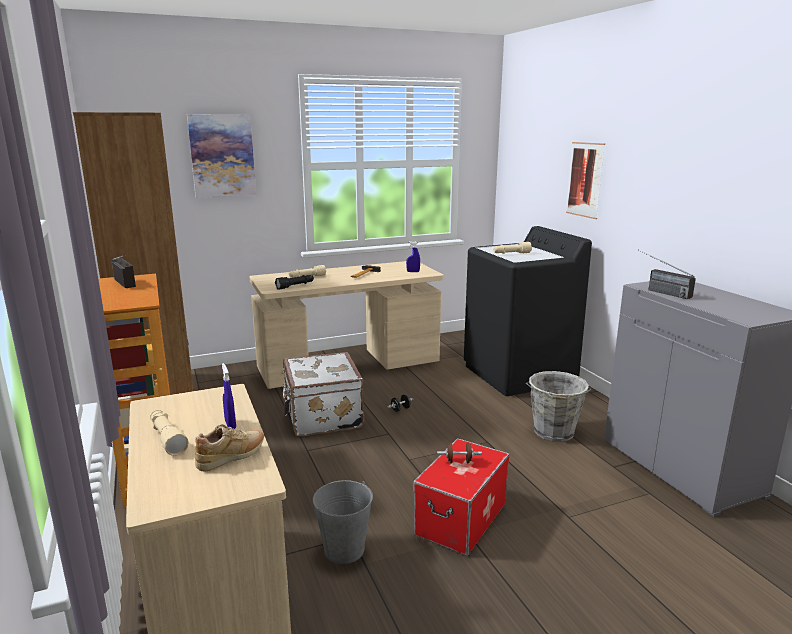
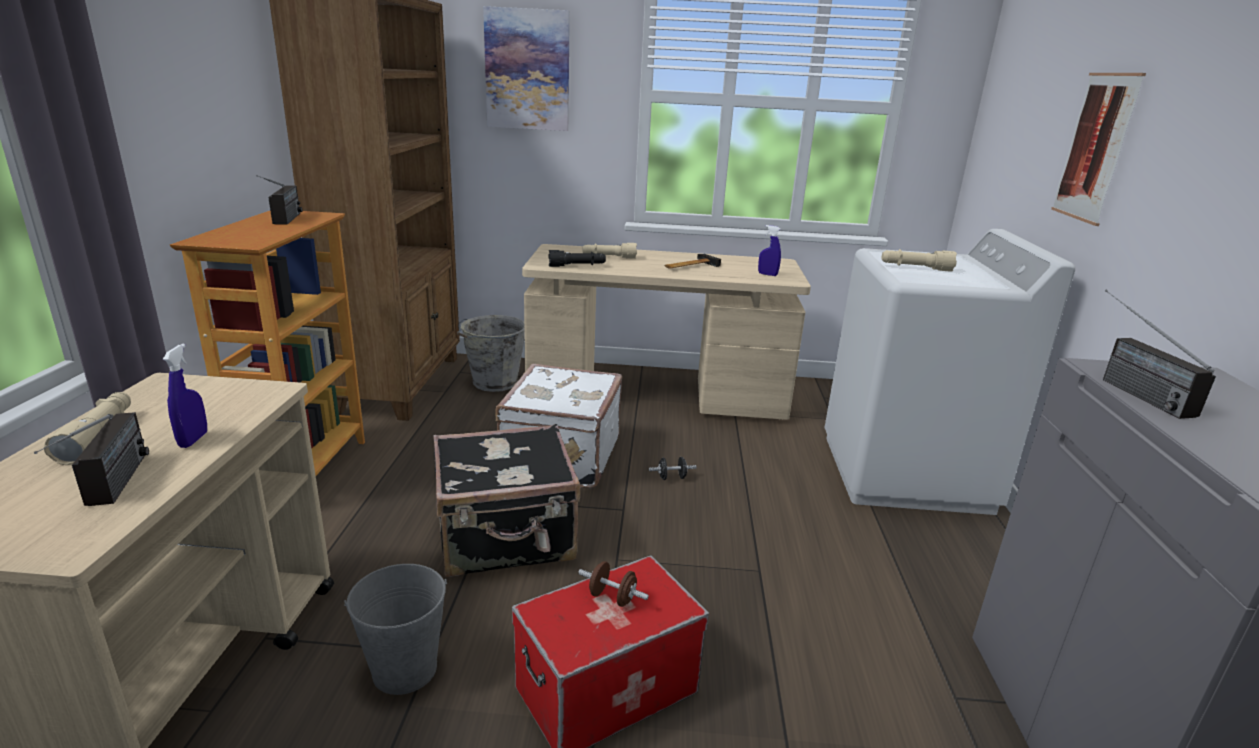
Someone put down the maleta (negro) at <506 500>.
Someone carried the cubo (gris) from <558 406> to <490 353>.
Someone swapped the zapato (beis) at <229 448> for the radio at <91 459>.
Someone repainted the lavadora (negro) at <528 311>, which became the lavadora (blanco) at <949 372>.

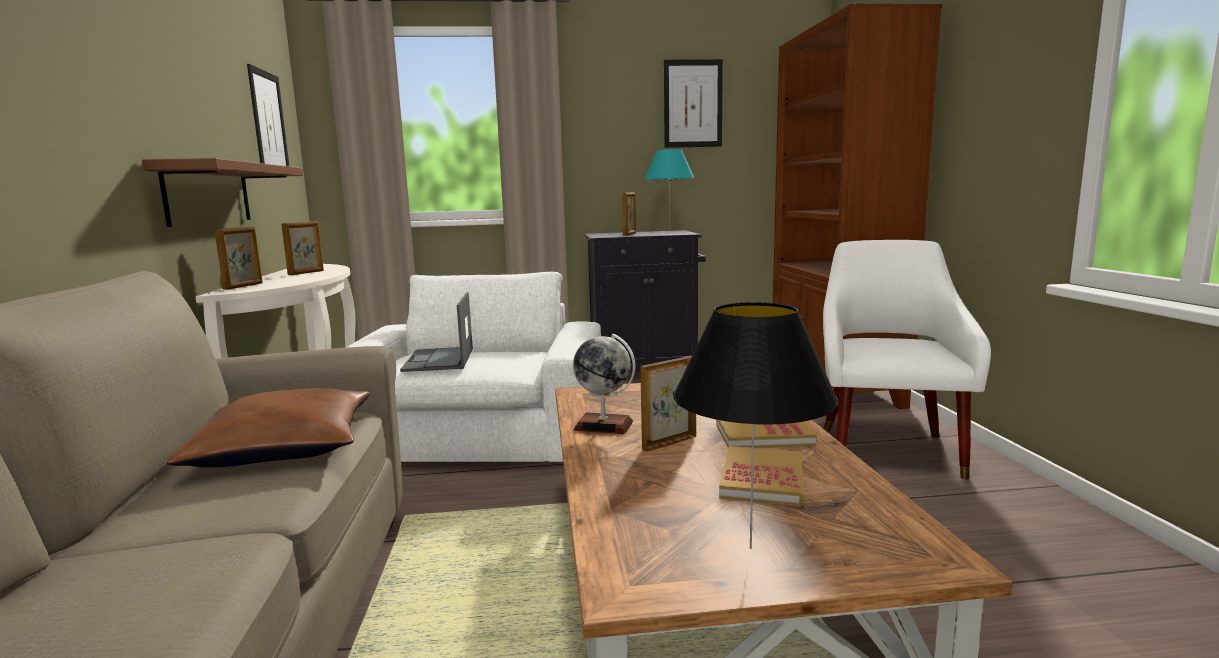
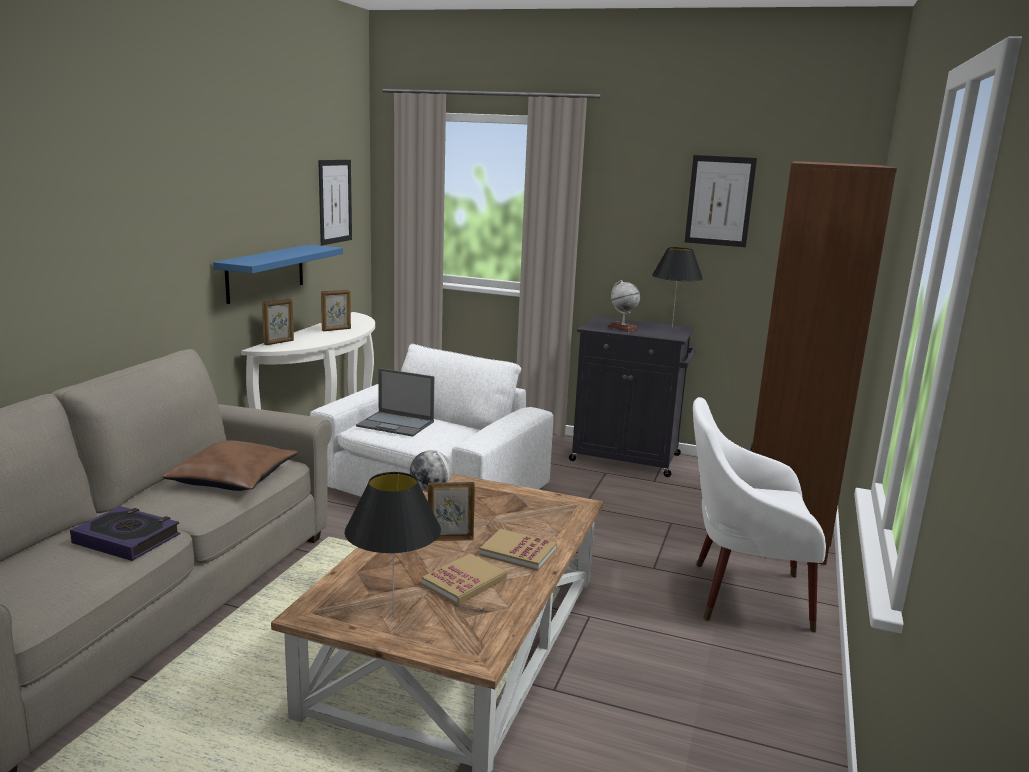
Someone put down the libro at <125 533>.
Someone swapped the portarretratos at <629 214> for the globo terráqueo at <623 306>.
Someone repainted the estante (marrón) at <222 192>, which became the estante (azul) at <278 274>.
Someone repainted the lámpara de mesa (turquesa) at <670 184>, which became the lámpara de mesa (negro) at <677 287>.
Someone rotated the portátil at <436 332> by 90 degrees counterclockwise.
Someone rotated the sillón (blanco) at <907 360> by 120 degrees counterclockwise.

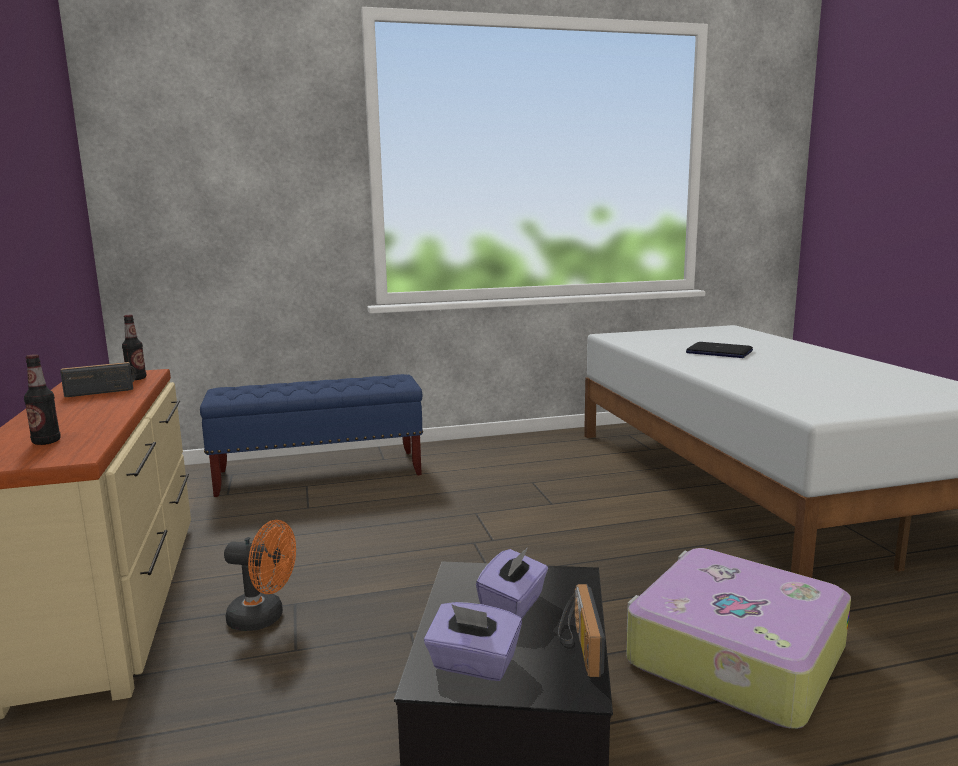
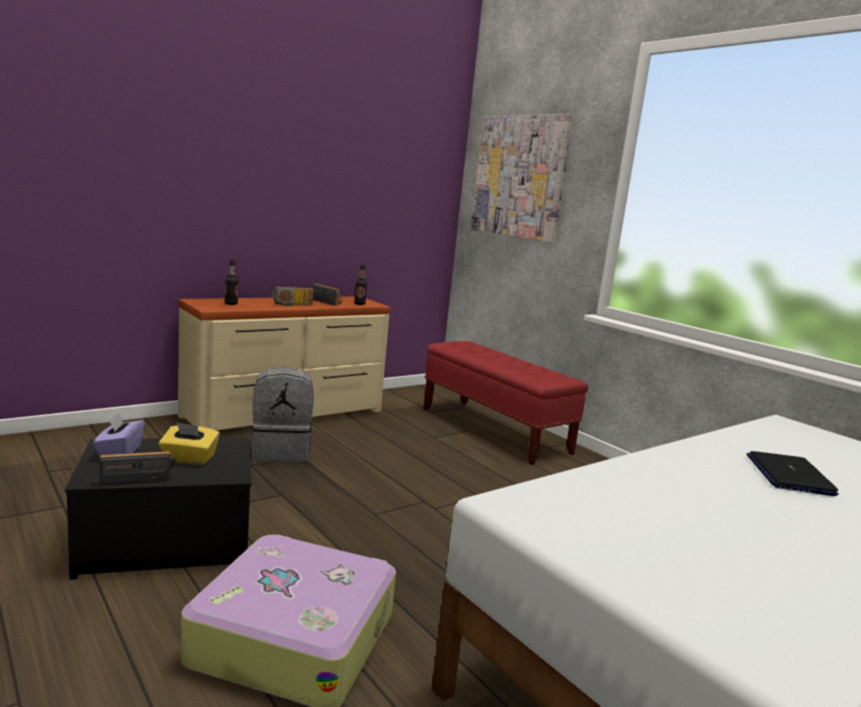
Someone put down the radio at <293 296>.
Someone put up the cuadro at <522 177>.
Someone swapped the ventilador (naranja) at <260 575> for the mochila (gris) at <282 414>.
Someone repainted the banco (azul) at <311 435>, which became the banco (rojo) at <505 403>.
Someone repainted the caja de pañuelos (morado) at <512 582>, which became the caja de pañuelos (amarillo) at <189 443>.

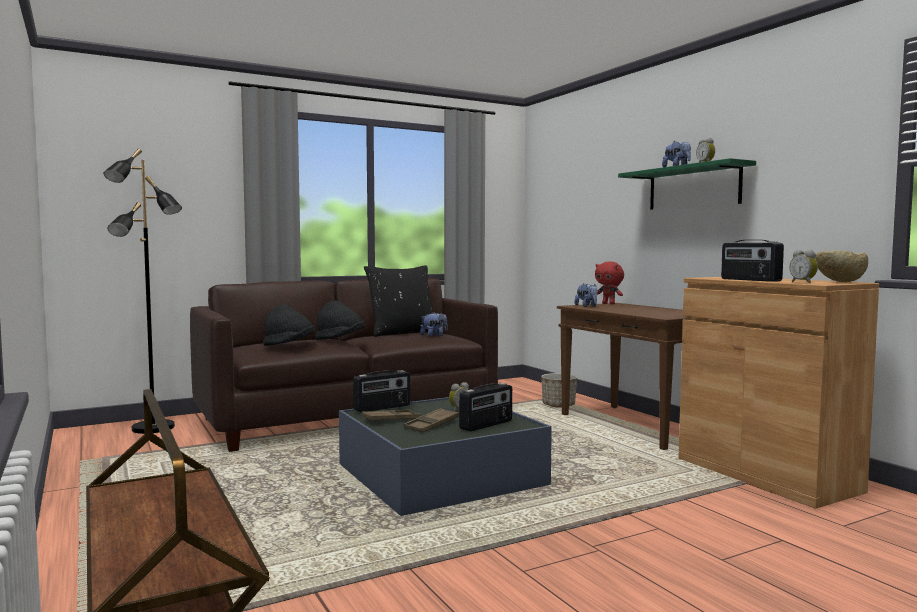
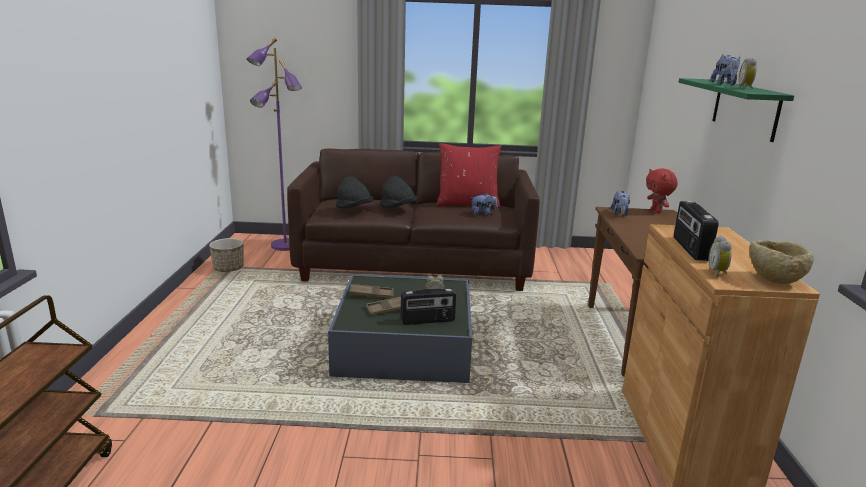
Someone took away the radio at <381 391>.
Someone carried the maceta from <559 390> to <226 255>.
Someone repainted the lámpara de pie (negro) at <143 291>, which became the lámpara de pie (morado) at <274 144>.
Someone repainted the cojín (negro) at <401 301>, which became the cojín (rojo) at <469 175>.

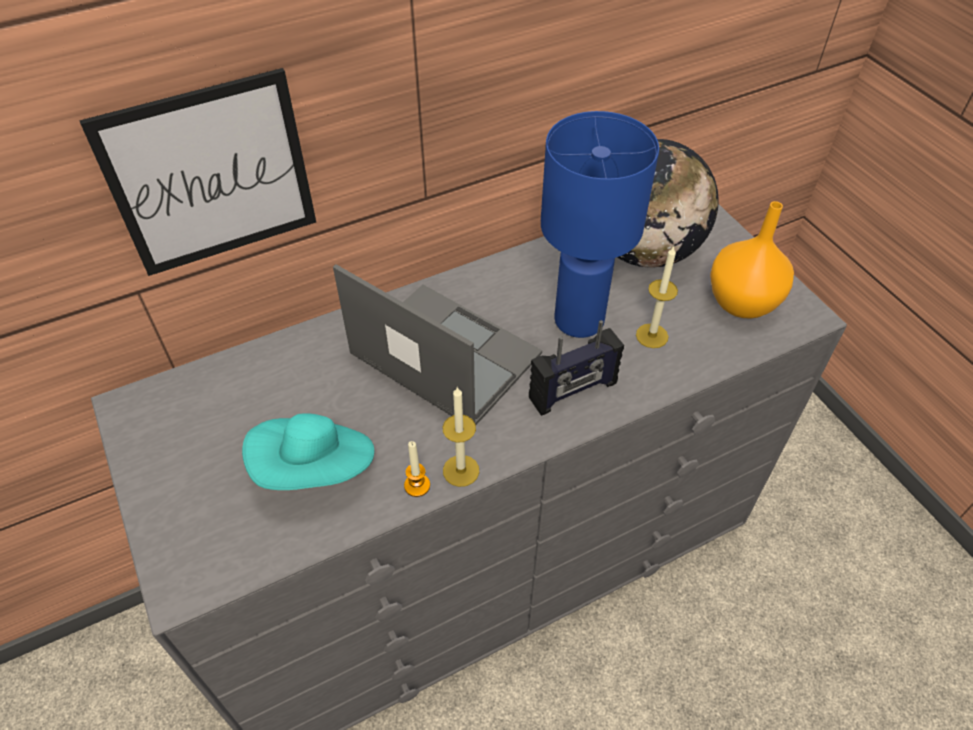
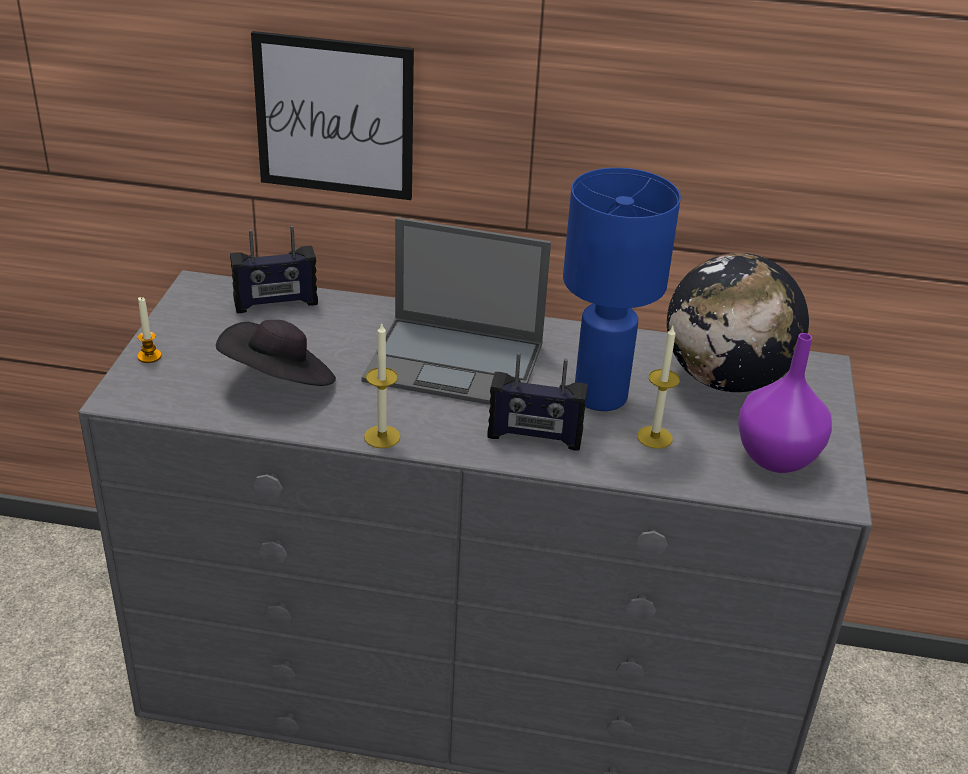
Someone put down the radio at <274 269>.
Someone carried the vela from <417 469> to <149 330>.
Someone repainted the sombrero (turquesa) at <308 451>, which became the sombrero (negro) at <276 353>.
Someone repainted the florero (naranja) at <752 260>, which became the florero (morado) at <785 403>.
Someone rotated the portátil at <437 344> by 120 degrees clockwise.

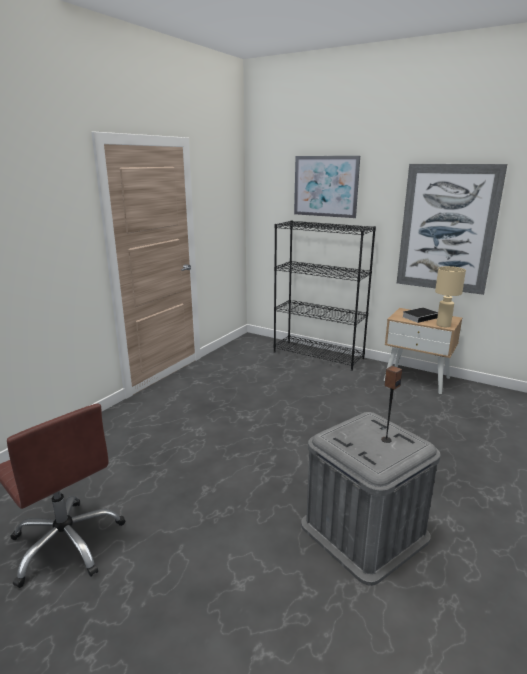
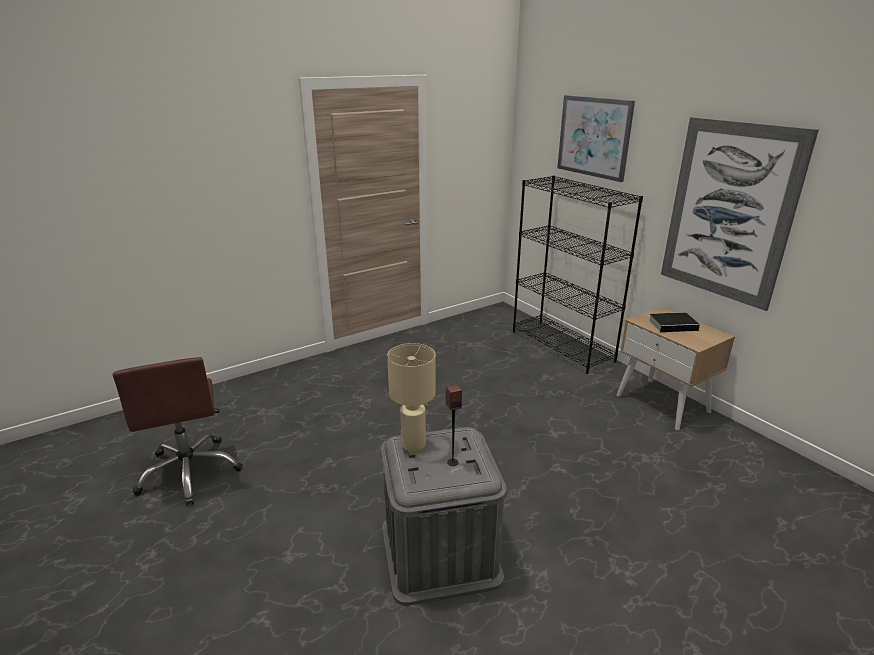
Someone carried the lámpara de mesa (beis) from <450 296> to <411 397>.

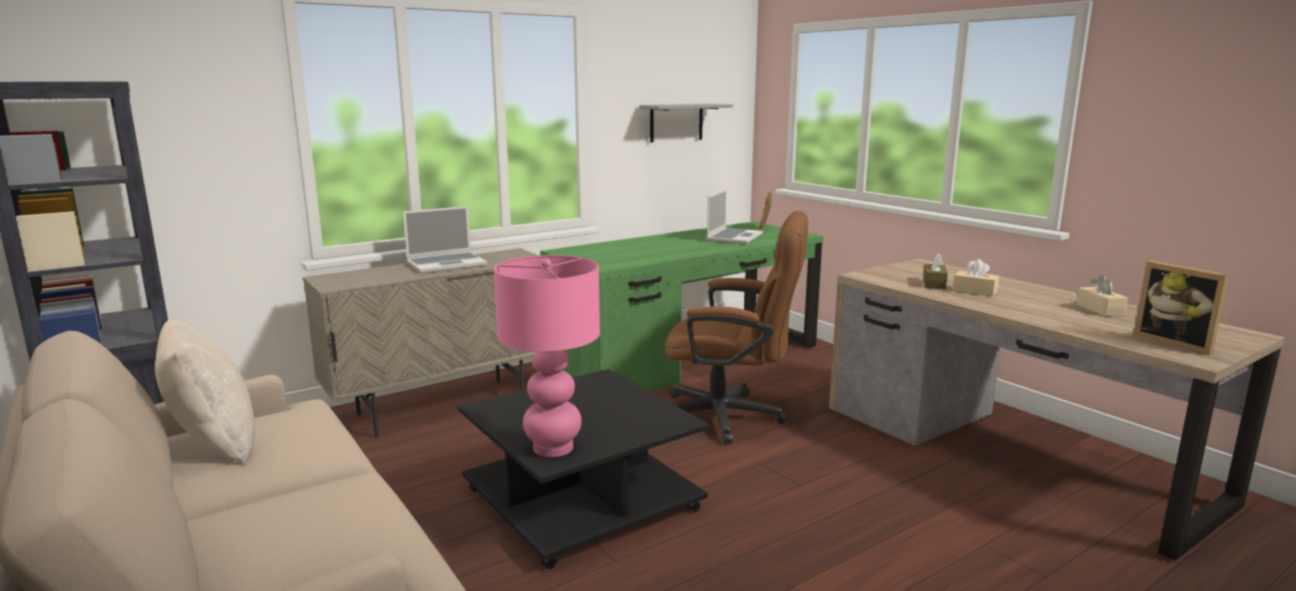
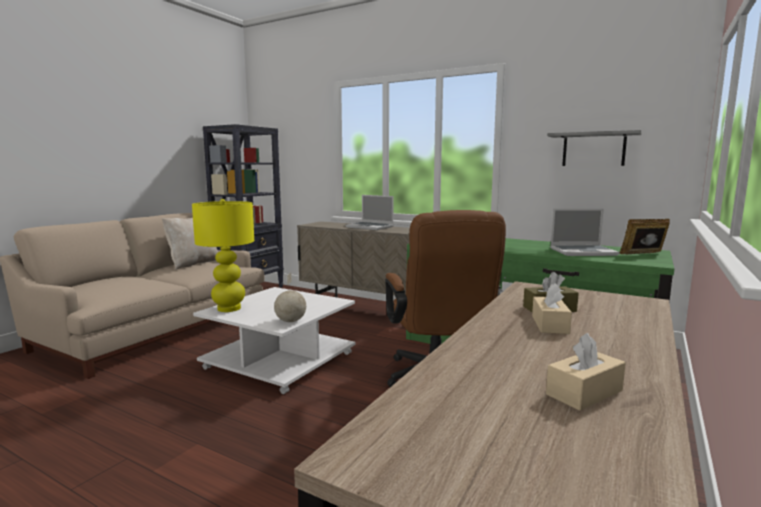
Someone took away the portarretratos at <1181 308>.
Someone put down the globo terráqueo at <290 297>.
Someone repainted the mesa de centro (negro) at <583 469>, which became the mesa de centro (blanco) at <274 340>.
Someone repainted the lámpara de mesa (rosa) at <547 356>, which became the lámpara de mesa (amarillo) at <223 255>.

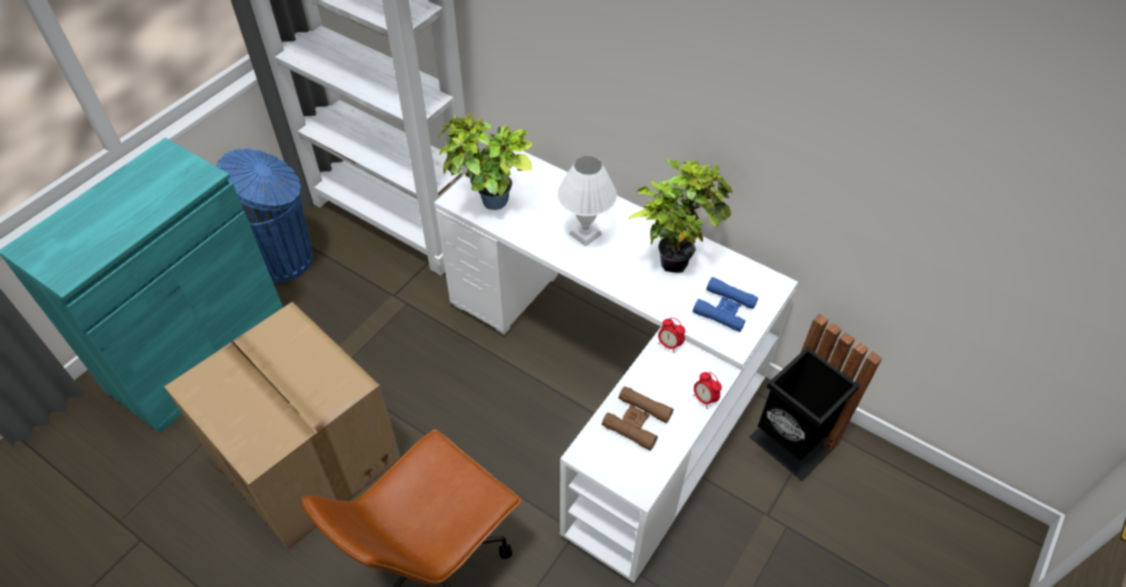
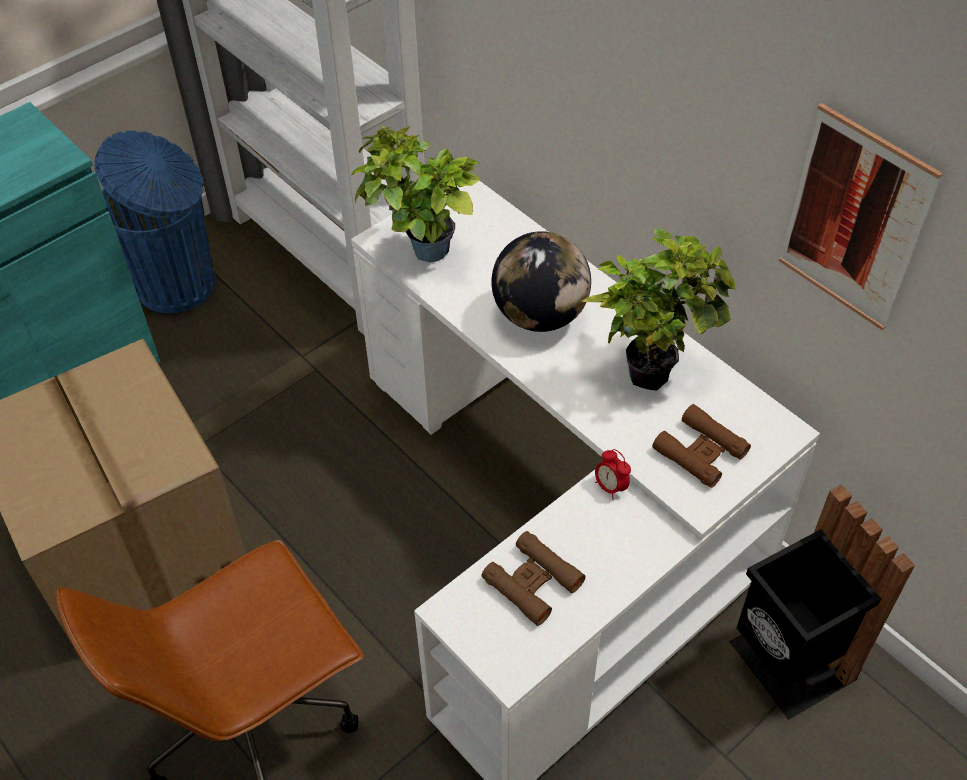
Someone took away the despertador at <707 390>.
Someone put up the cuadro at <861 216>.
Someone swapped the lámpara de mesa (blanco) at <587 201> for the globo terráqueo at <541 281>.
Someone repainted the prismáticos (azul) at <725 304>, which became the prismáticos (marrón) at <701 446>.

